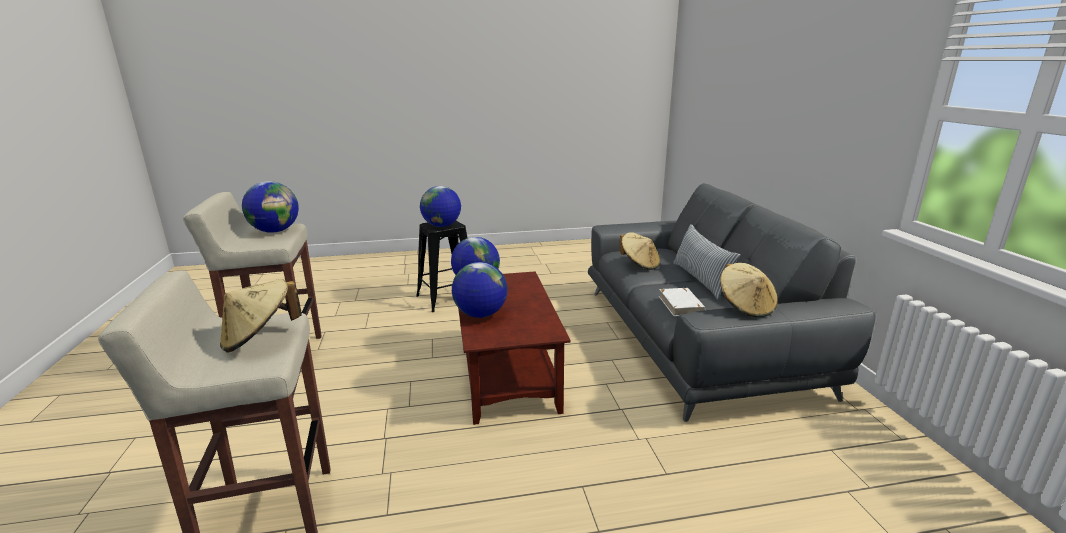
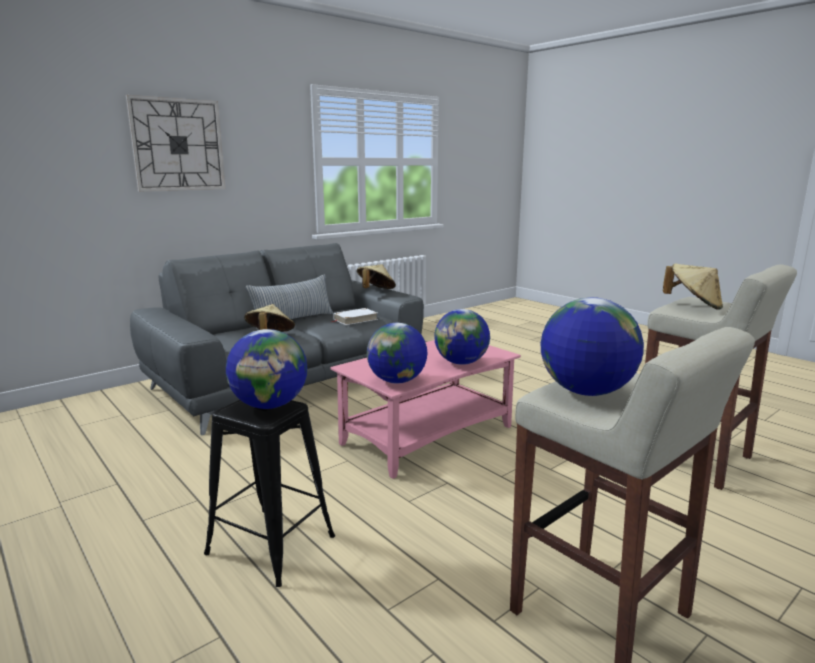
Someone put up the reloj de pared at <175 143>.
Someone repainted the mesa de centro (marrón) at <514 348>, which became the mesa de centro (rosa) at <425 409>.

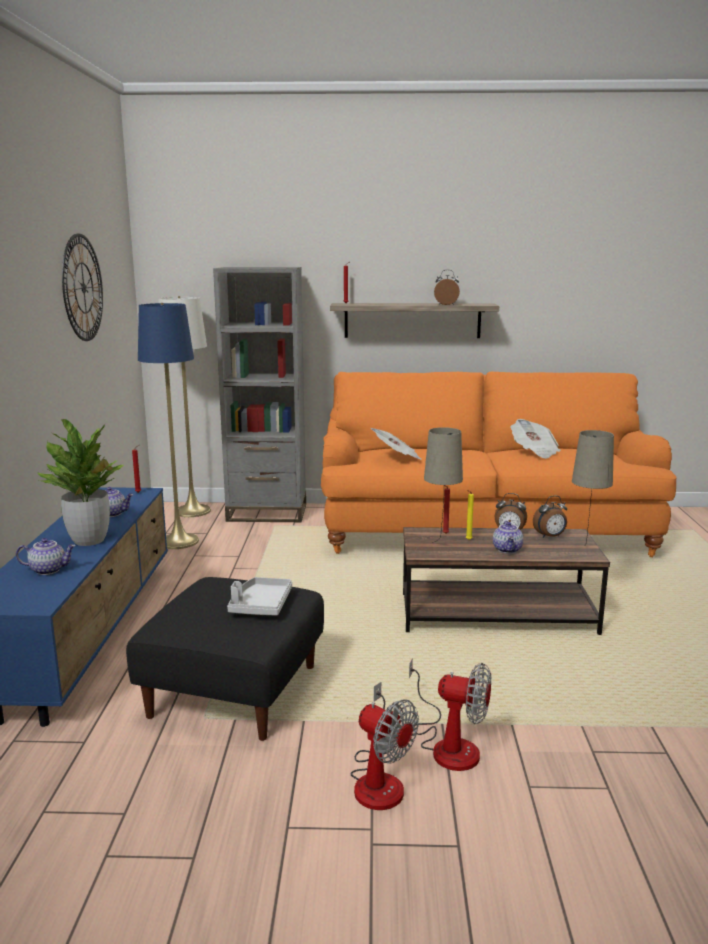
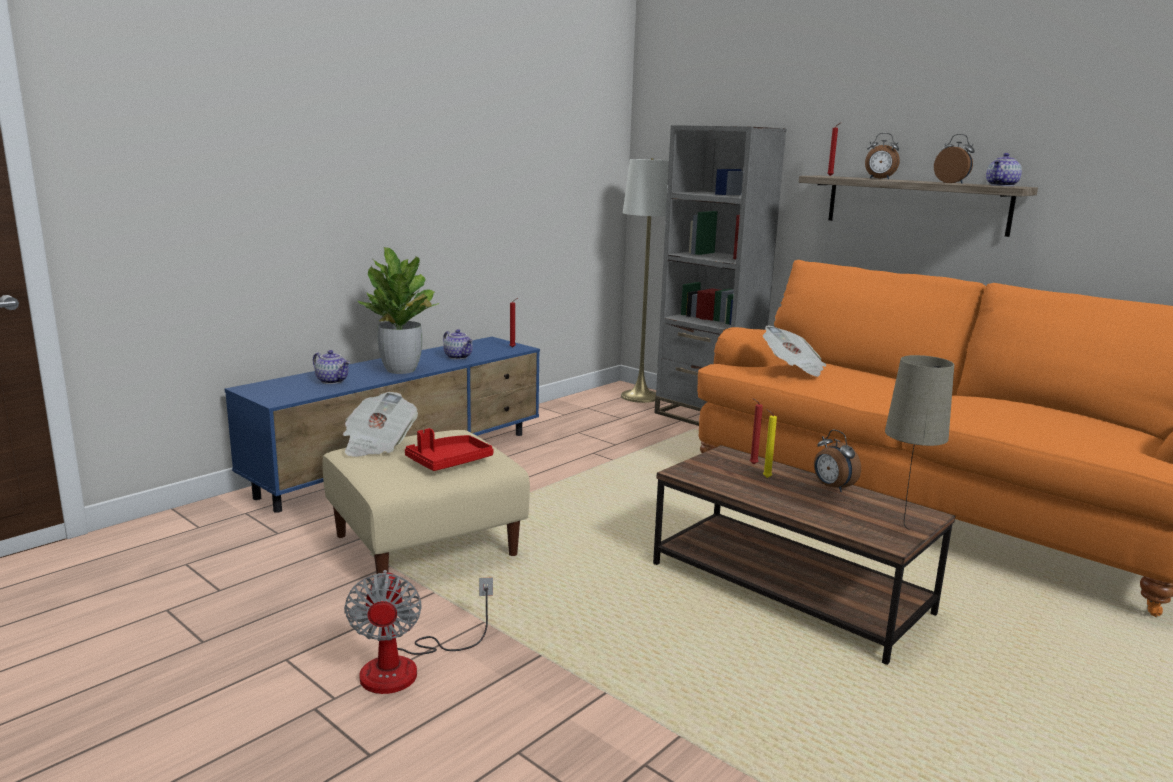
Someone took away the reloj de pared at <82 287>.
Someone took away the lámpara de pie (azul) at <168 426>.
Someone took away the ventilador at <450 714>.
Someone took away the lámpara de mesa (beis) at <443 485>.
Someone carried the tetera from <508 537> to <1004 169>.
Someone carried the periódico from <535 439> to <380 424>.
Someone carried the despertador from <550 517> to <882 156>.
Someone repainted the puf (negro) at <225 659>, which became the puf (beis) at <426 502>.
Someone repainted the bandeja (gris) at <259 596>, which became the bandeja (rojo) at <449 449>.

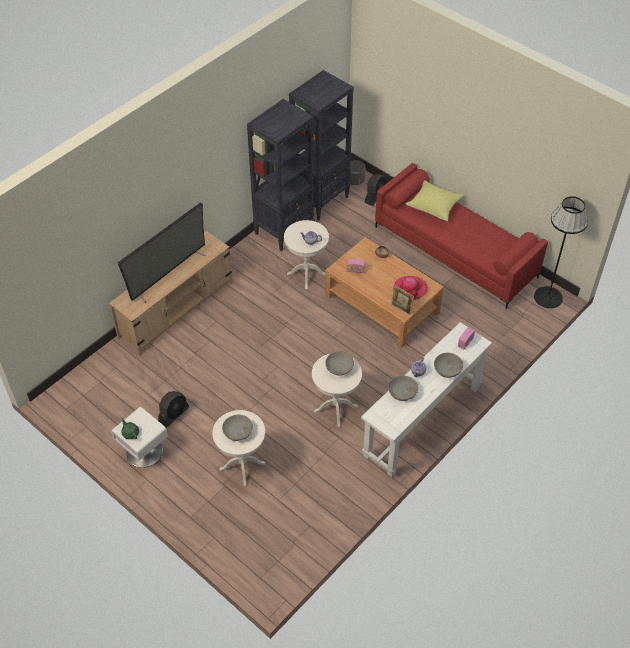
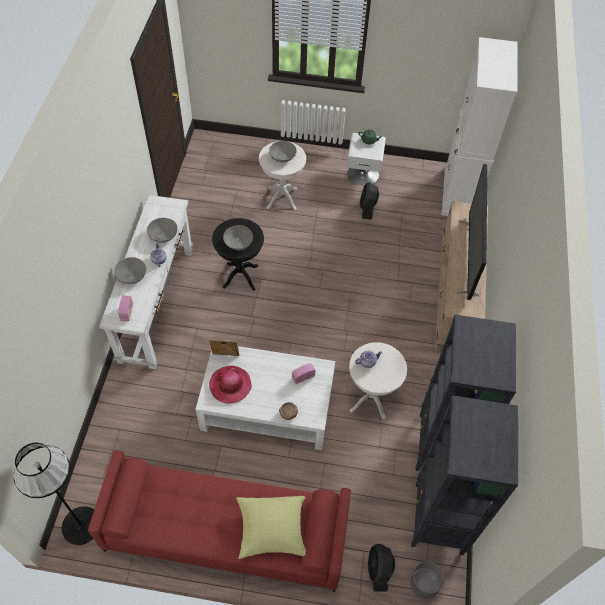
Someone put down the armario (blanco) at <480 126>.
Someone repainted the mesa auxiliar (blanco) at <337 390>, which became the mesa auxiliar (negro) at <238 254>.
Someone repainted the mesa de centro (marrón) at <384 292>, which became the mesa de centro (blanco) at <265 398>.

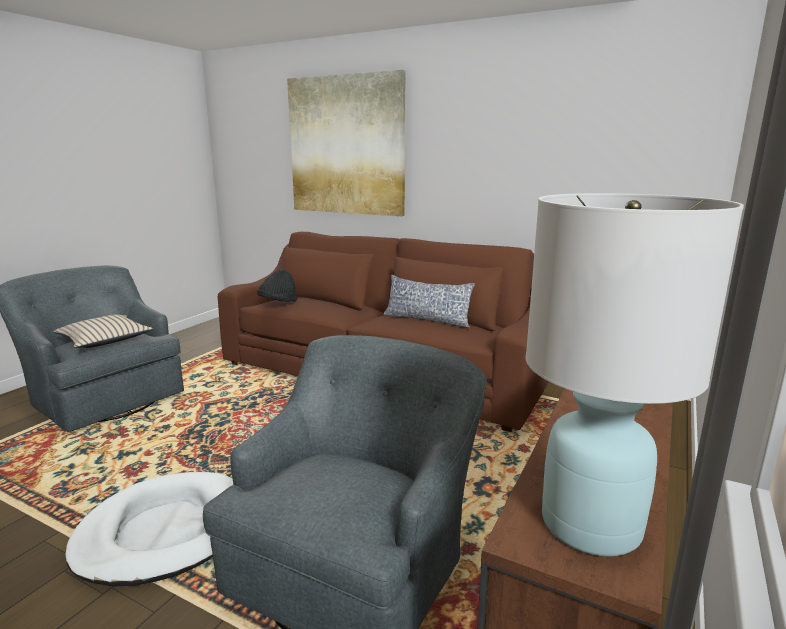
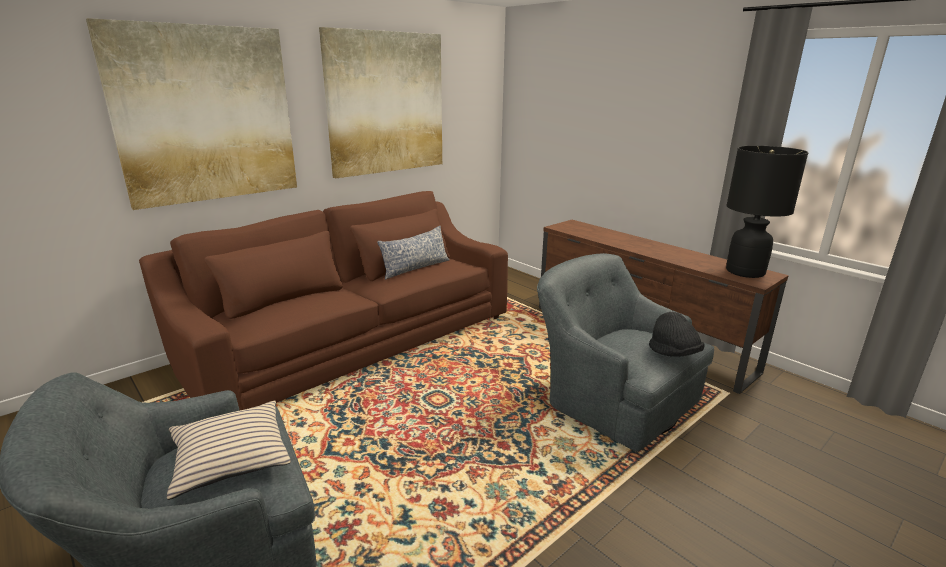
Someone took away the cama para perro (blanco) at <149 529>.
Someone put up the cuadro at <380 102>.
Someone carried the sombrero (negro) from <277 285> to <677 334>.
Someone repainted the lámpara de mesa (blanco) at <634 375>, which became the lámpara de mesa (negro) at <767 212>.

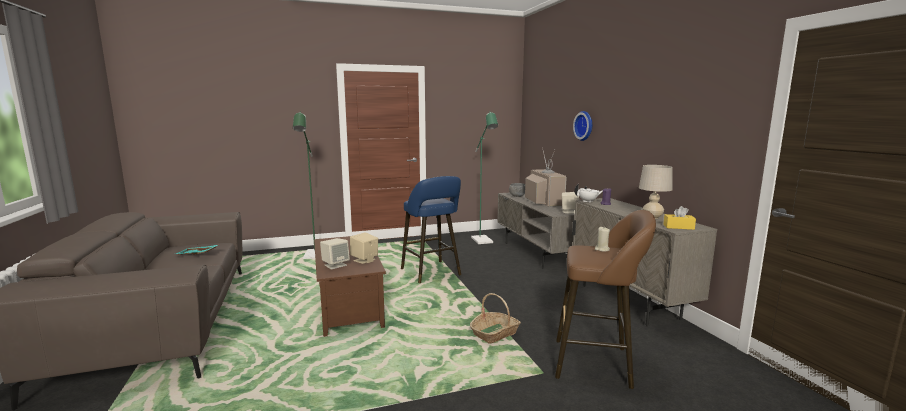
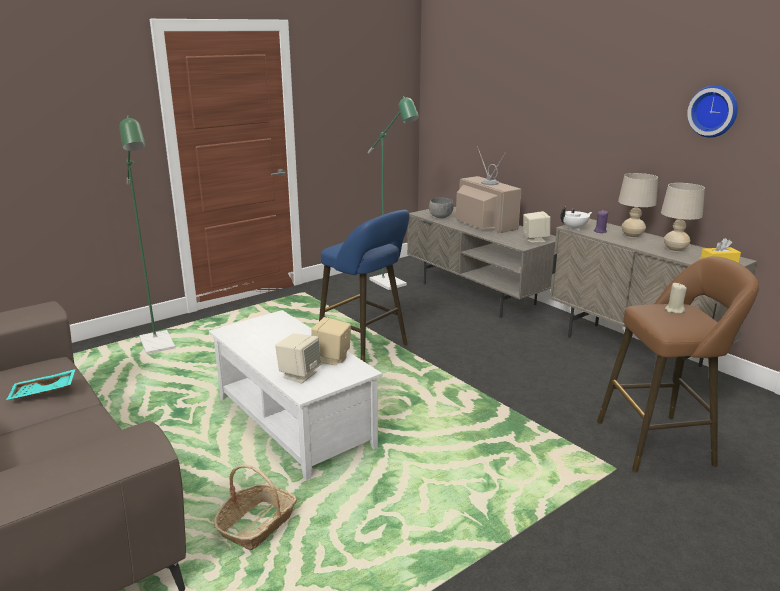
Someone put down the lámpara de mesa (beis) at <638 205>.
Someone carried the cesta from <495 318> to <255 507>.
Someone carried the reloj de pared from <582 126> to <712 111>.
Someone repainted the mesa de centro (marrón) at <350 286>, which became the mesa de centro (blanco) at <295 395>.

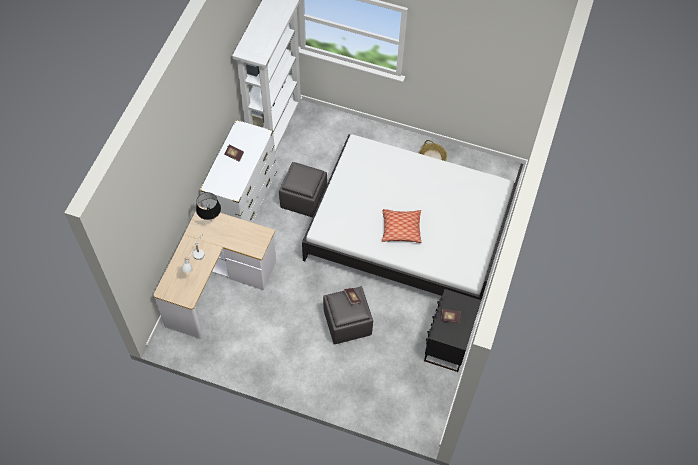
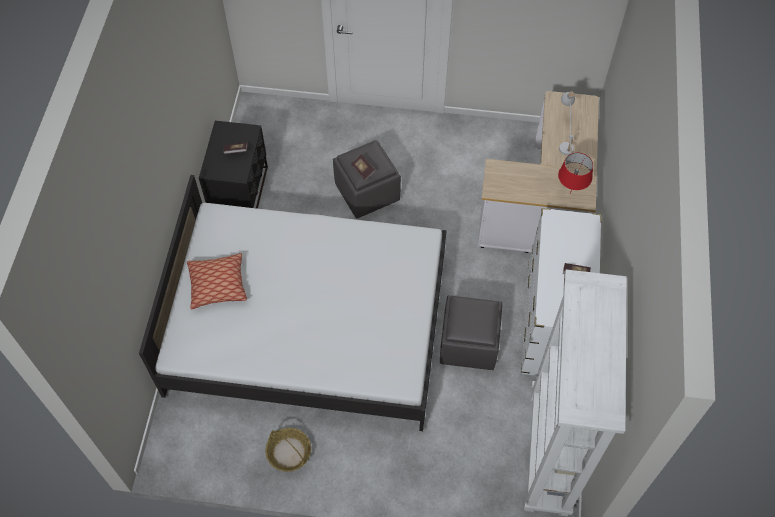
Someone carried the cojín from <401 226> to <217 281>.
Someone repainted the lámpara de mesa (negro) at <208 206>, which became the lámpara de mesa (rojo) at <575 173>.

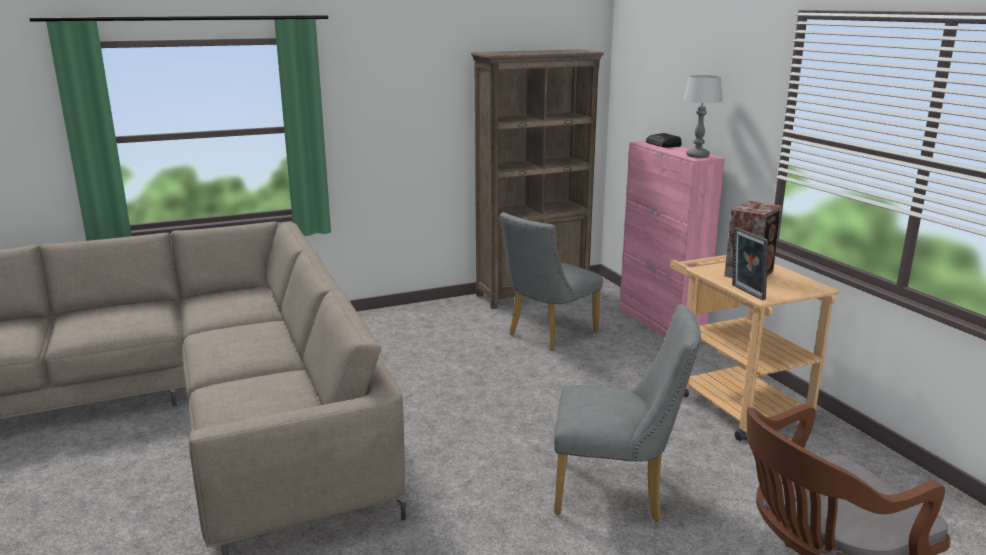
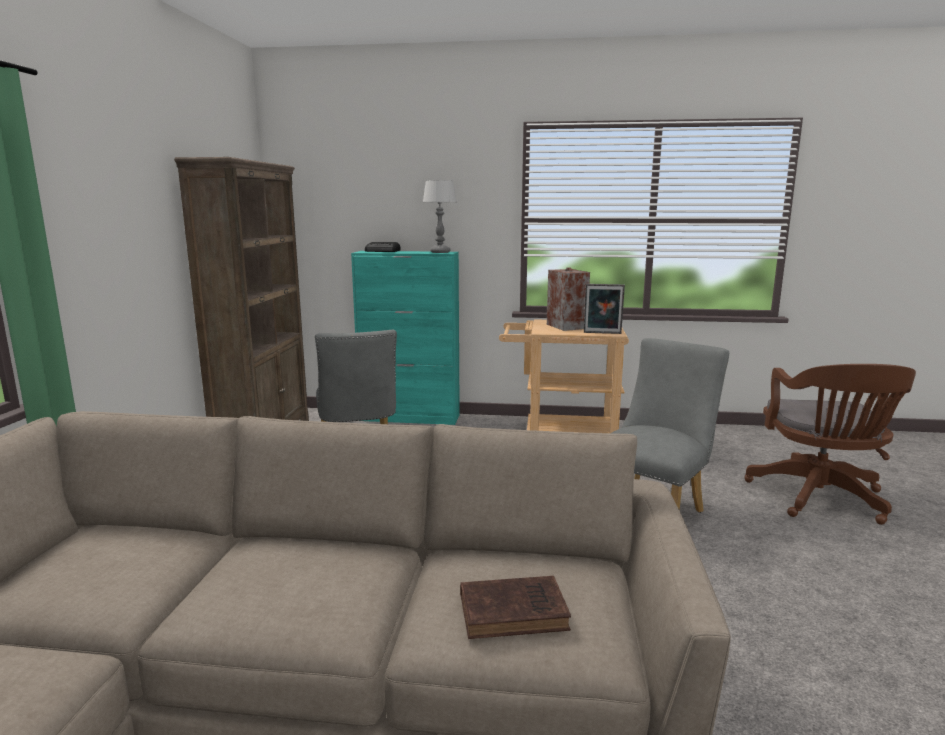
Someone put down the libro (marrón) at <515 607>.
Someone repainted the armario (rosa) at <672 241>, which became the armario (turquesa) at <405 338>.

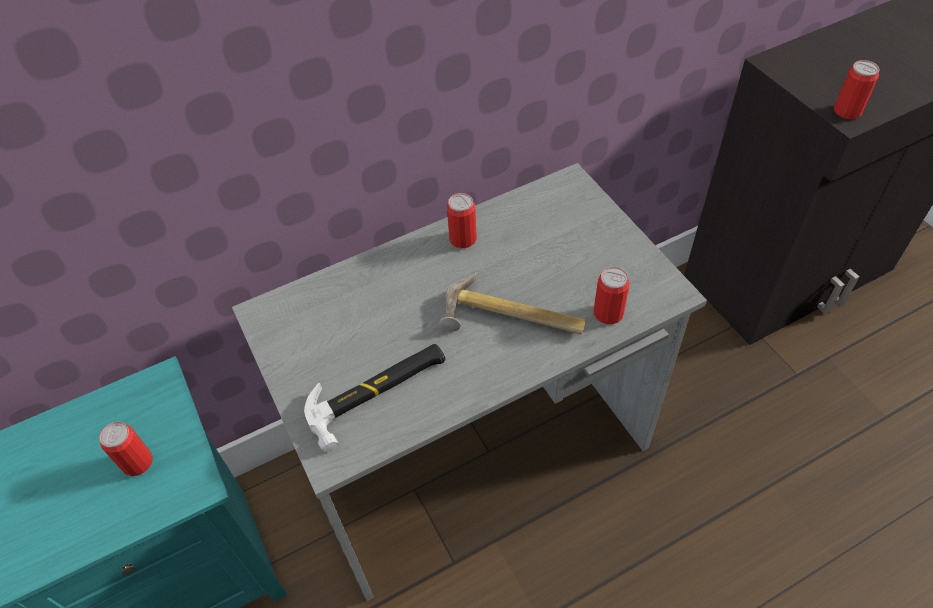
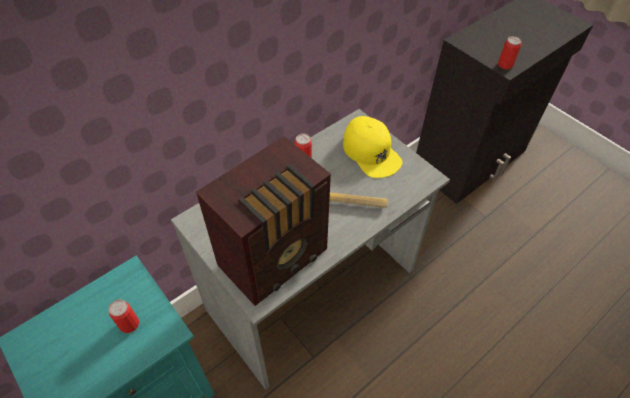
Someone took away the lata at <612 295>.
Someone put down the gorra (amarillo) at <372 147>.
Someone swapped the martillo at <375 398> for the radio at <263 221>.

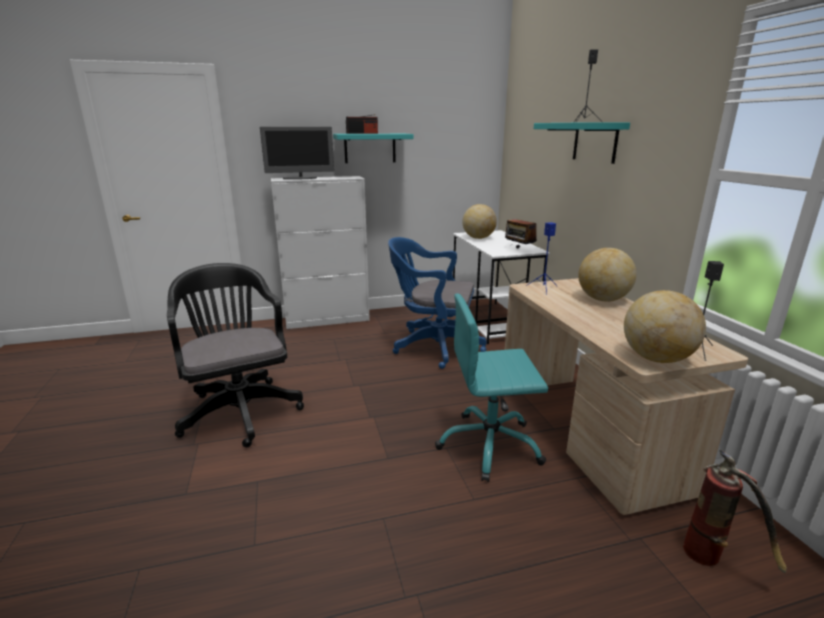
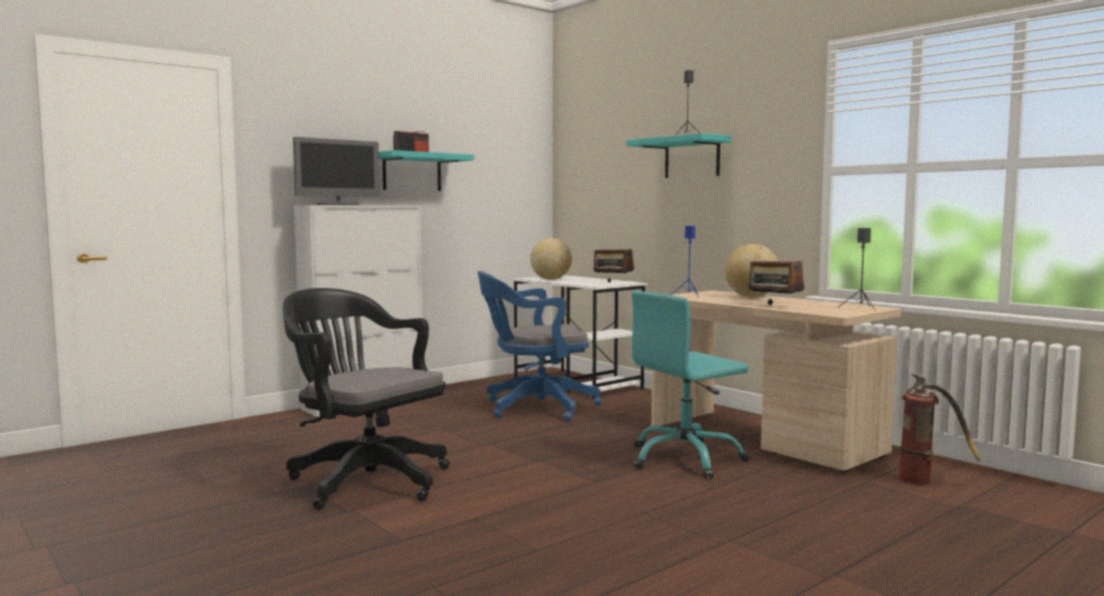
Someone took away the globo terráqueo at <665 326>.
Someone put down the radio at <777 276>.

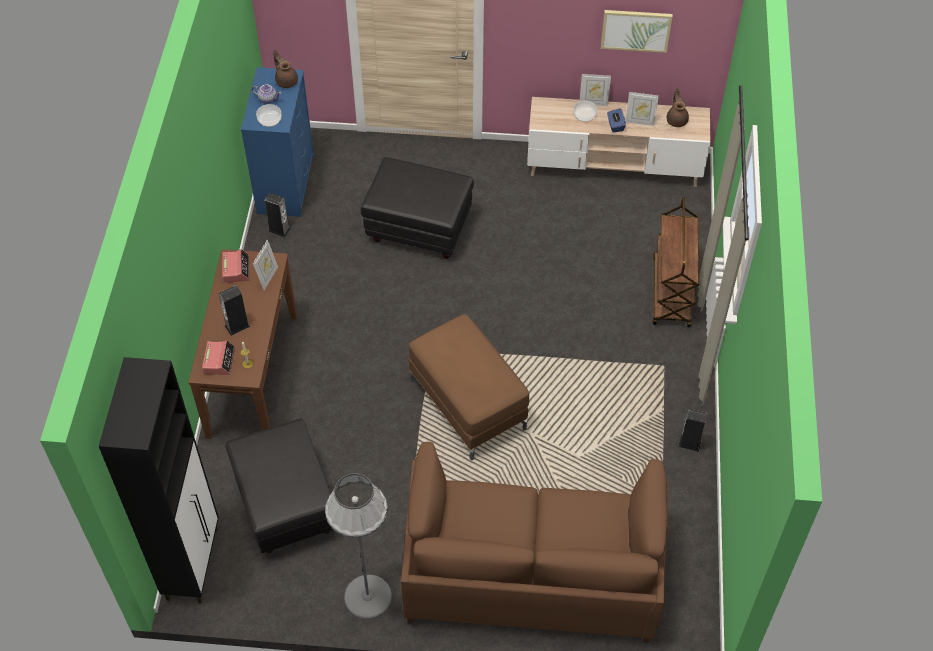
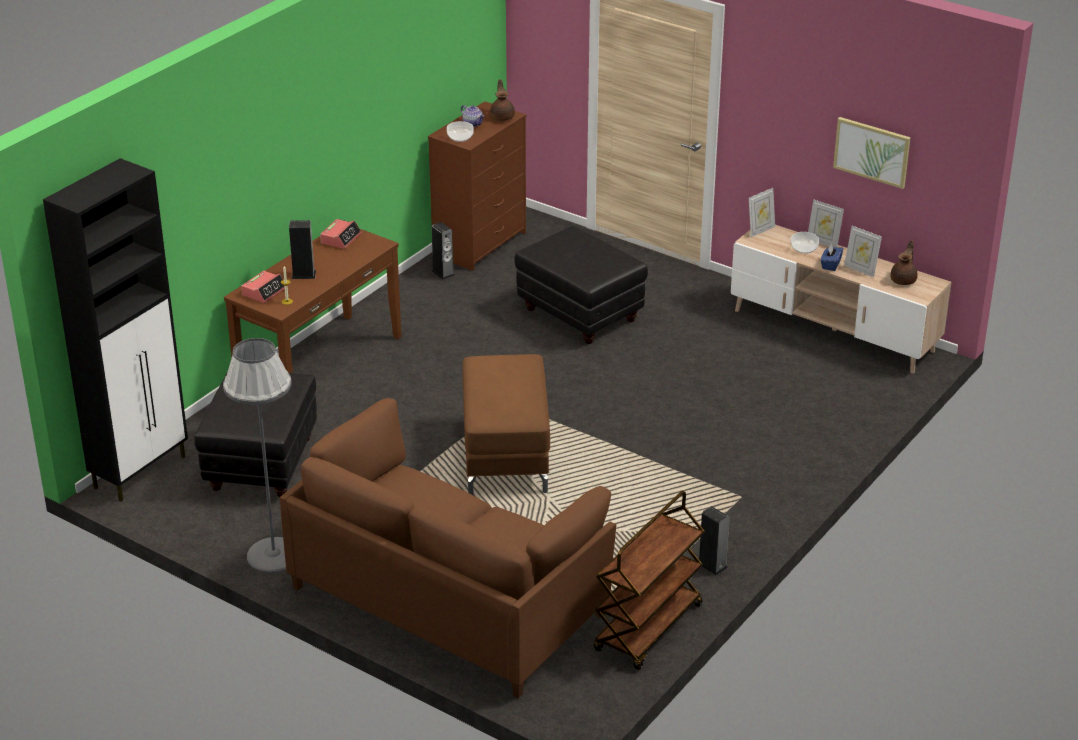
Someone carried the portarretratos from <265 265> to <762 212>.
Someone carried the carrito (marrón) from <676 262> to <649 580>.
Someone repainted the cómoda (azul) at <277 142>, which became the cómoda (marrón) at <477 186>.

